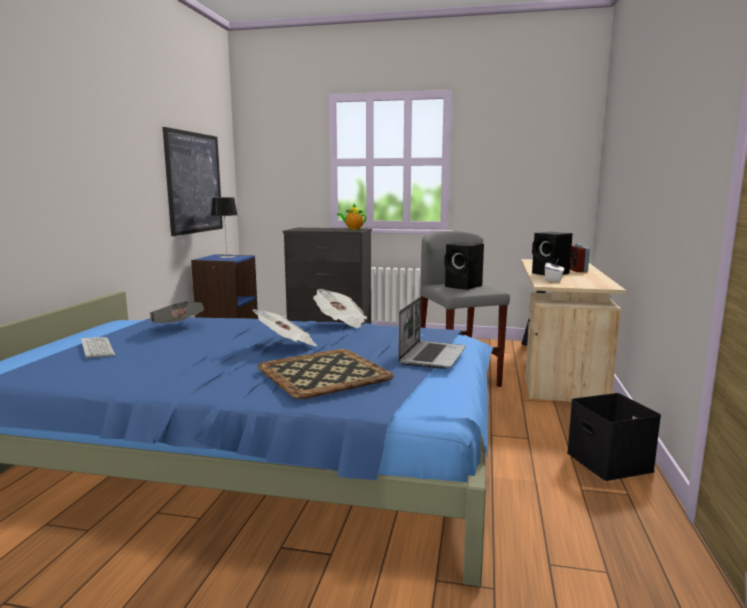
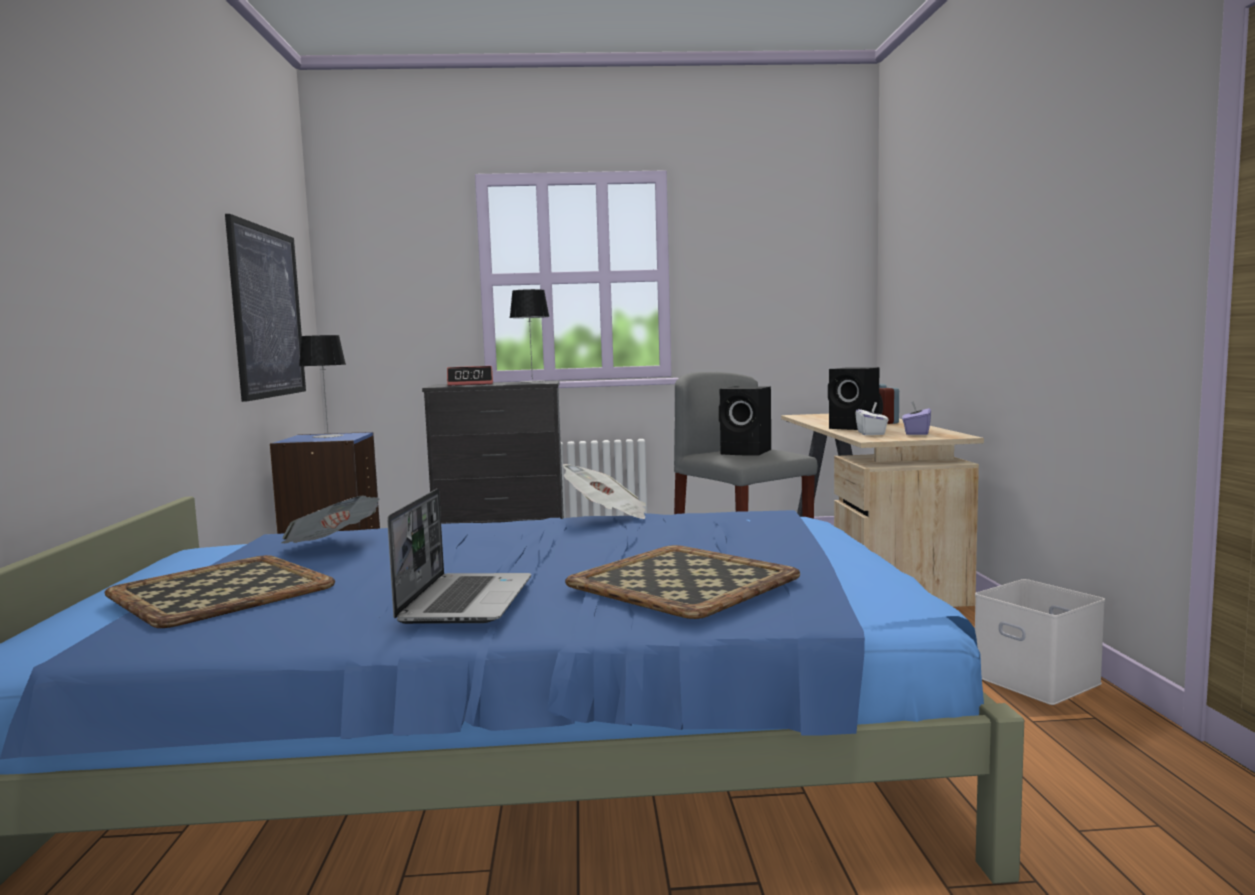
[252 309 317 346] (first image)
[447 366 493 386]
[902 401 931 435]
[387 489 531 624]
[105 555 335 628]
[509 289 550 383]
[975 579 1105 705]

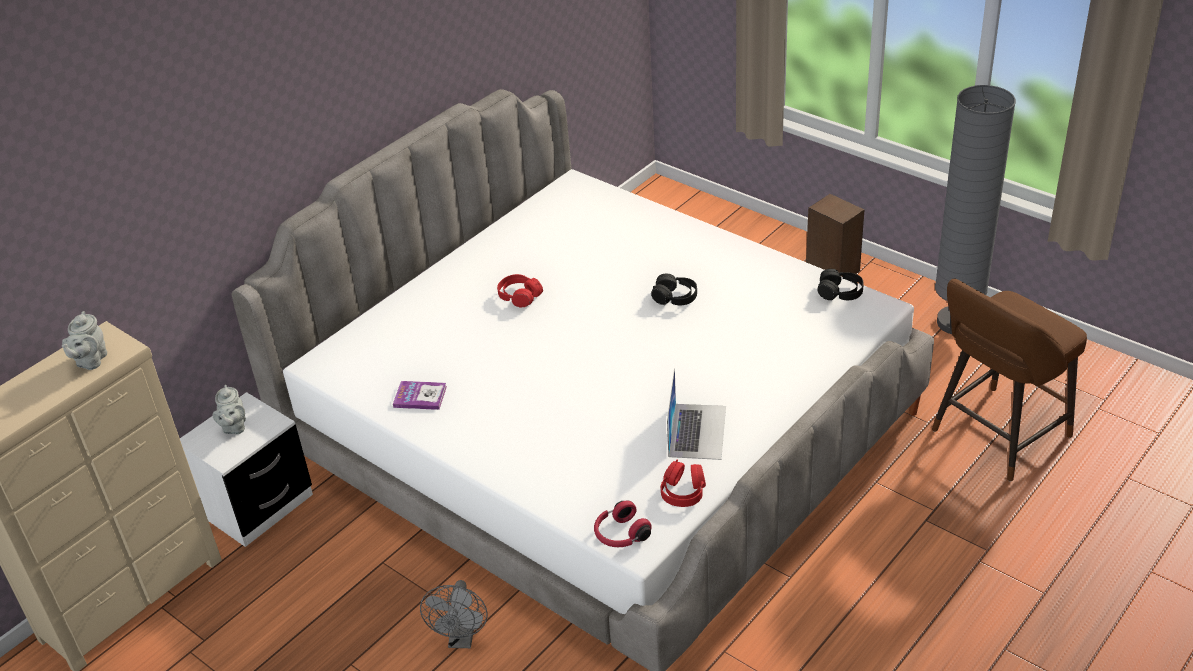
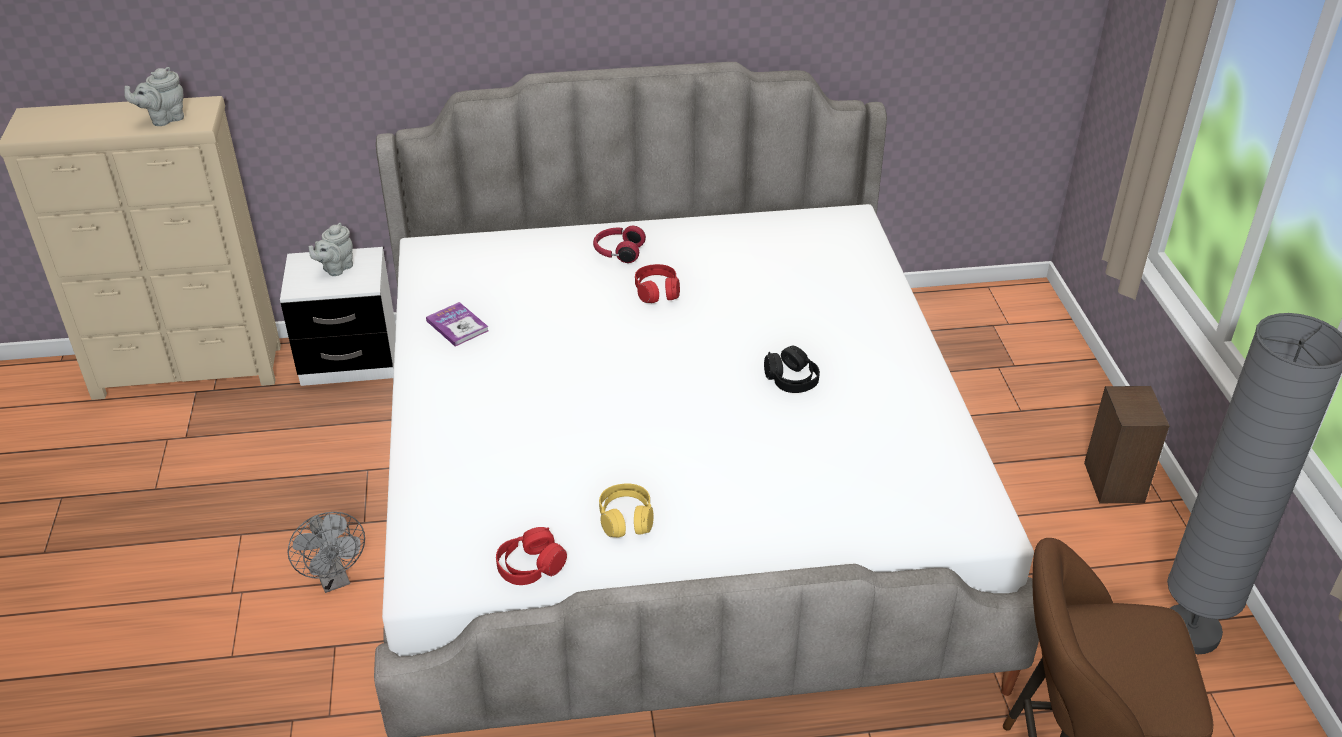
[817 269 864 301] (first image)
[593 226 646 263]
[599 484 654 537]
[287 512 365 593]

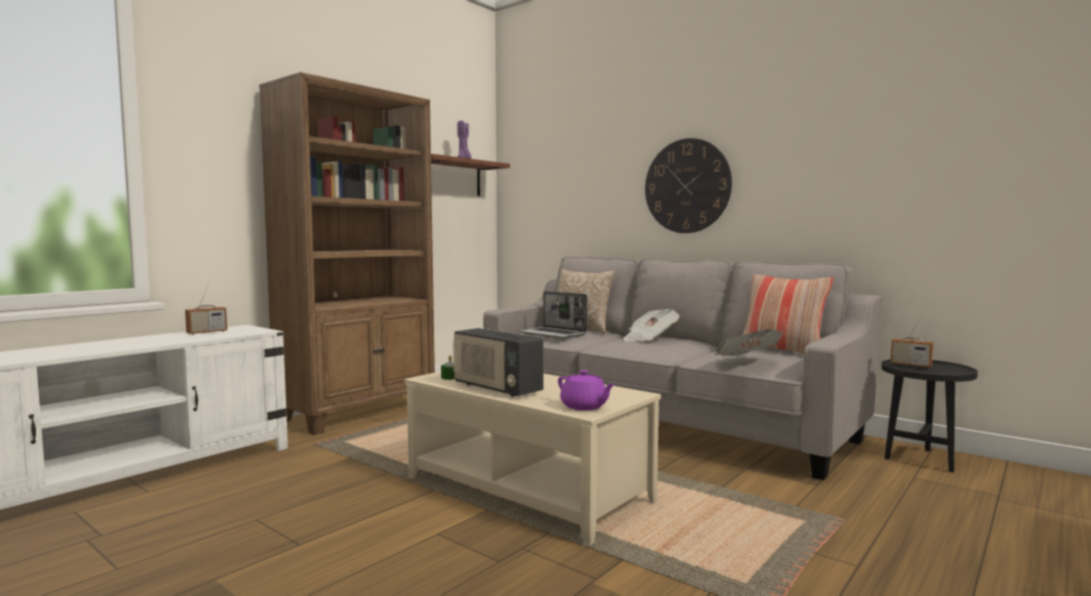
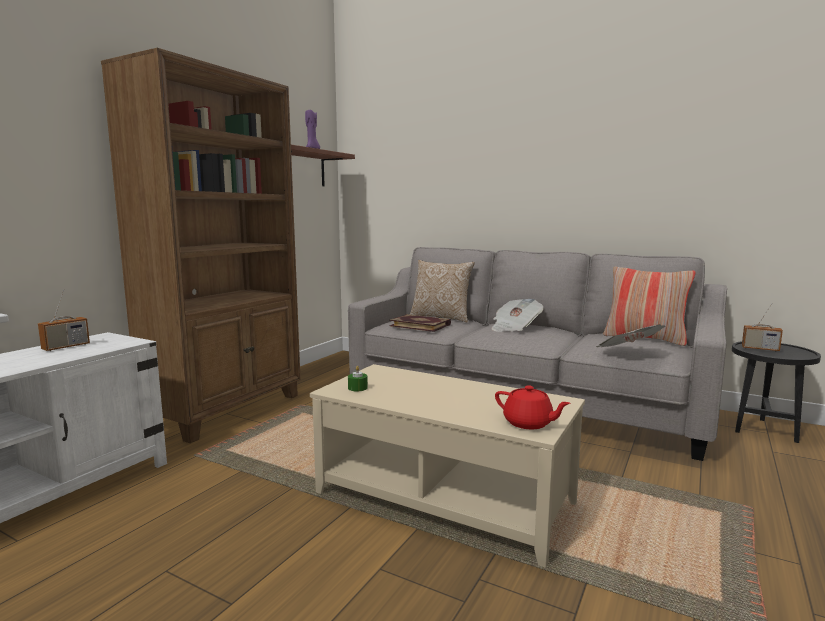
[453 328 544 397] (first image)
[645 138 732 233] (first image)
[389 314 451 332]
[495 385 570 429]

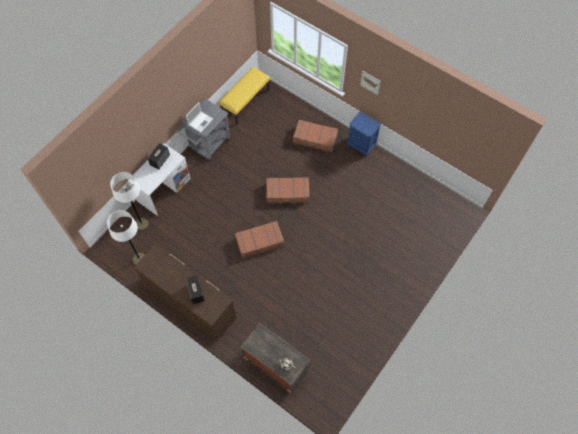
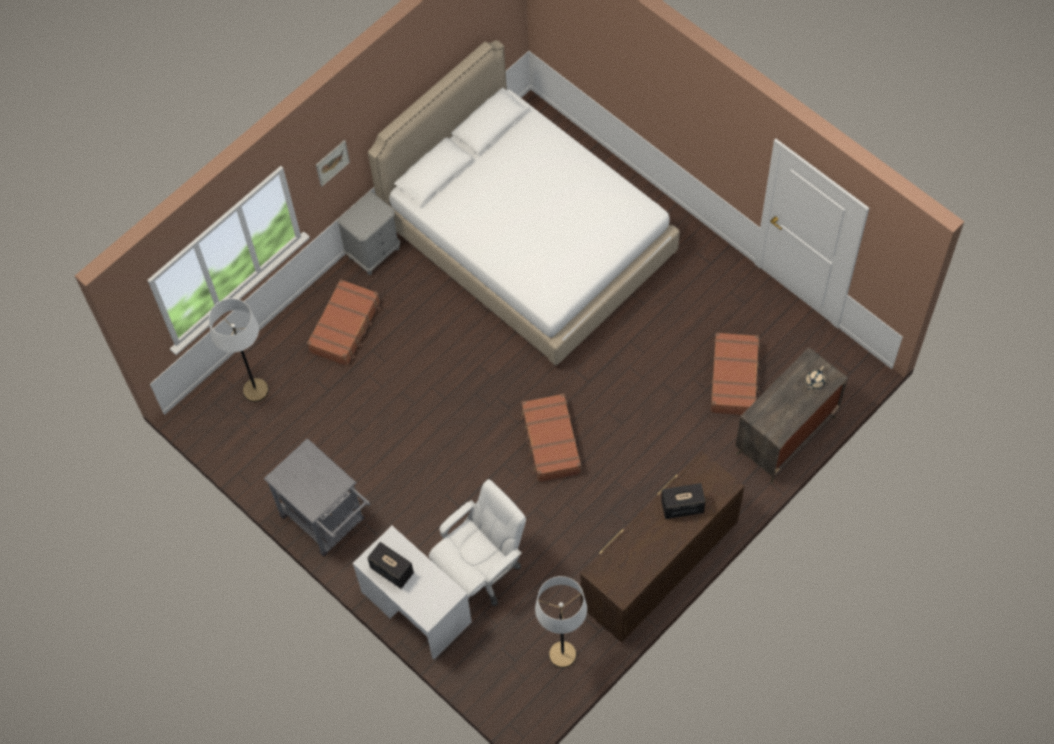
[186 102 213 133] (first image)
[219 67 270 125] (first image)
[368 40 680 368]
[429 479 526 606]
[209 298 269 402]
[710 332 761 415]
[337 191 400 275]

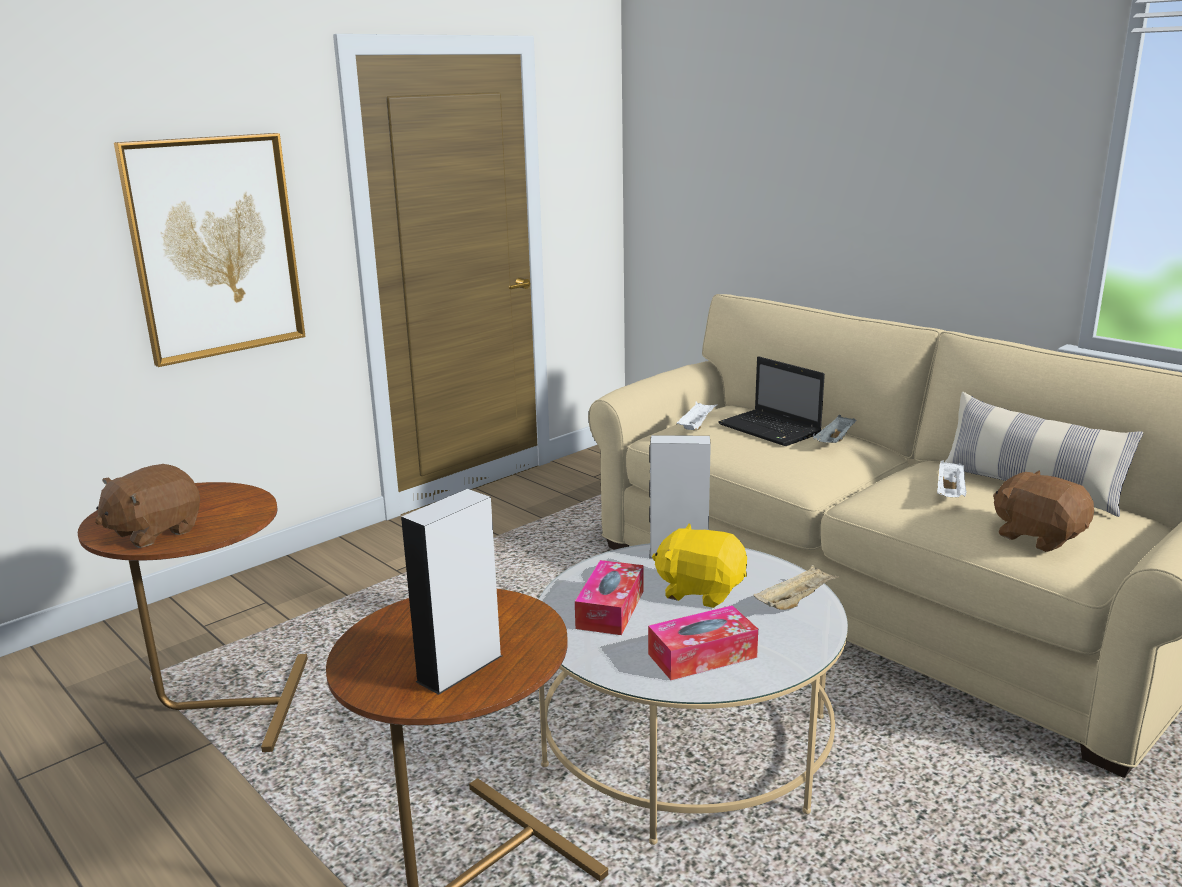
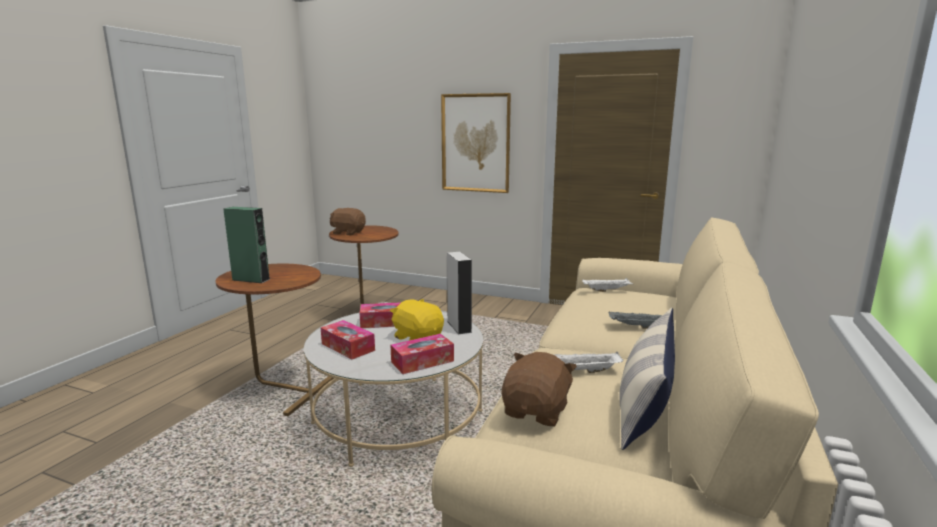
[718 357 825 446] (first image)
[390 334 454 374]
[223 207 270 283]
[390 299 444 340]

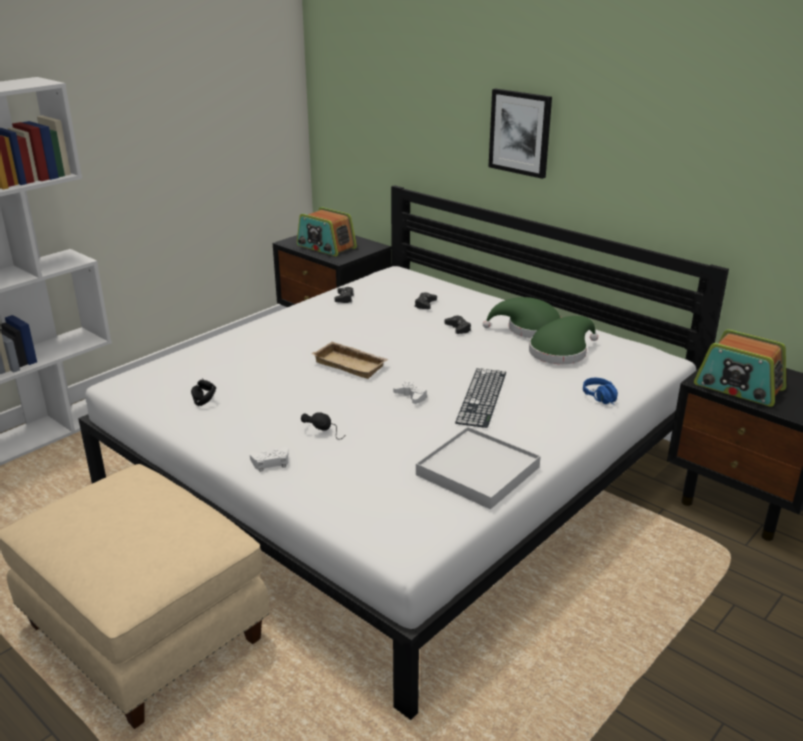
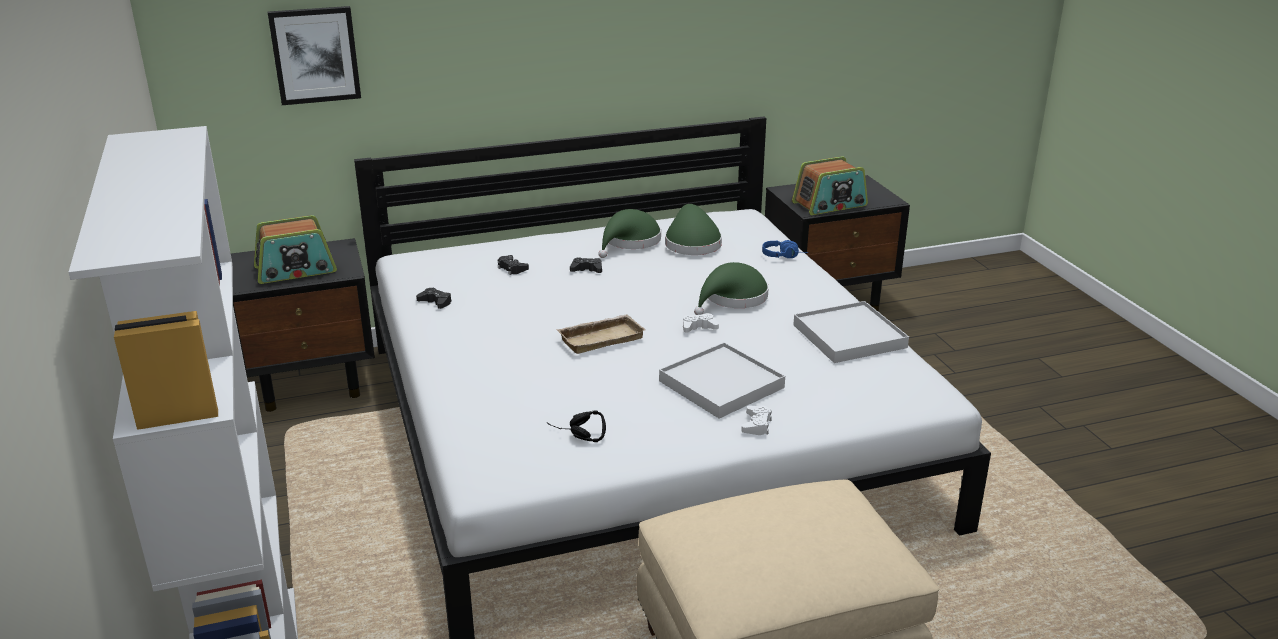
[268 6 361 105]
[659 342 785 419]
[694 262 769 315]

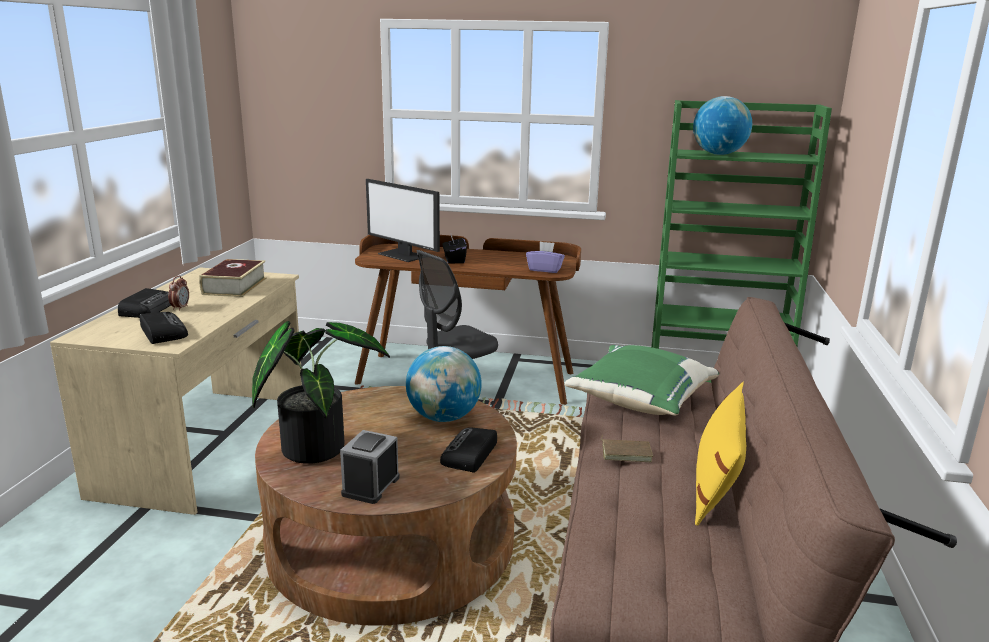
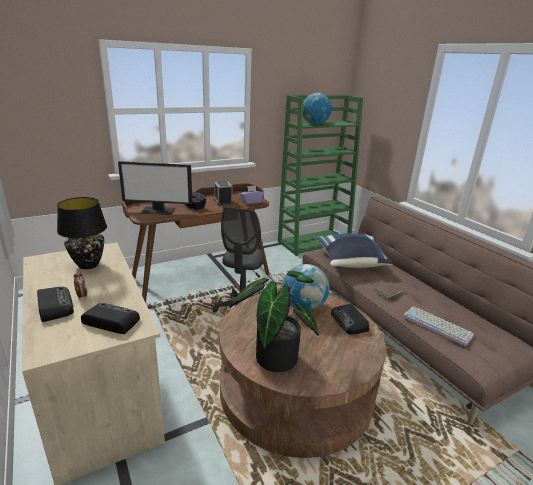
[695 381 746 526] (first image)
[403 306 474 346]
[214 181 233 206]
[57 197 107 269]
[315 233 393 268]

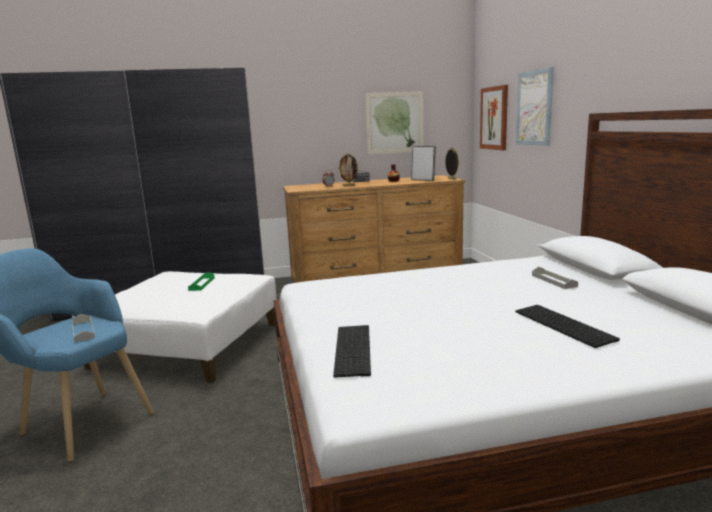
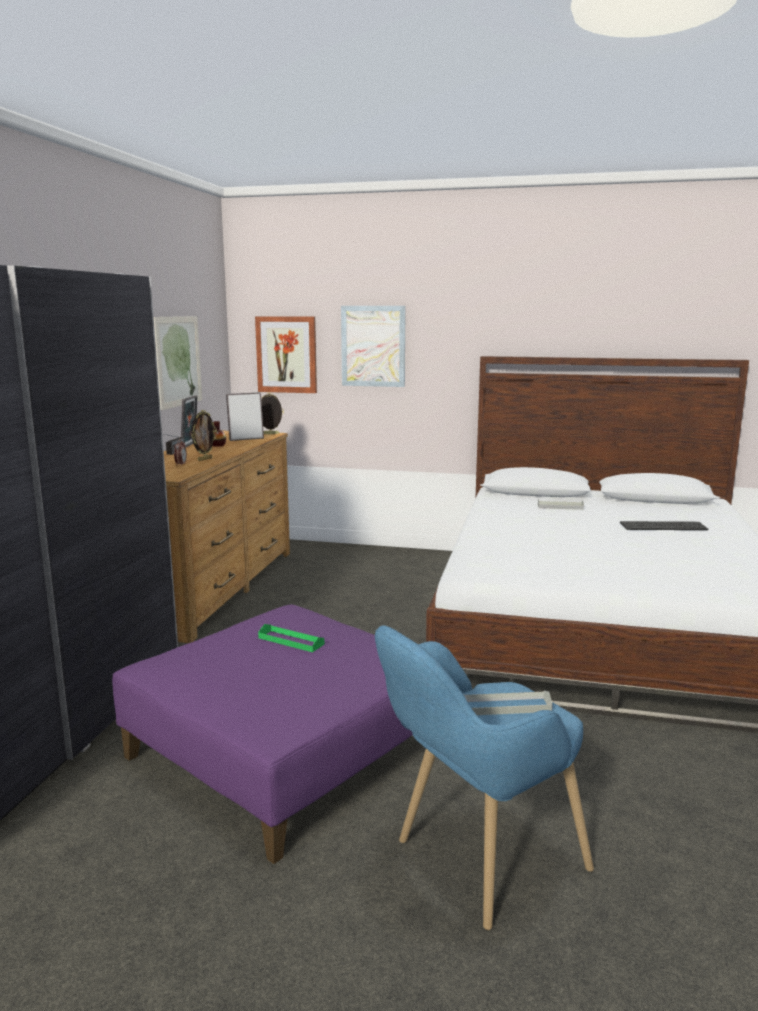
[333 325 371 378] (first image)
[181 395 197 447]
[112 604 413 864]

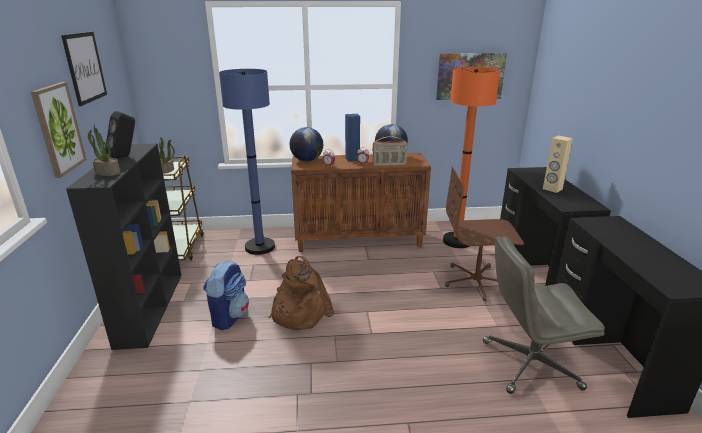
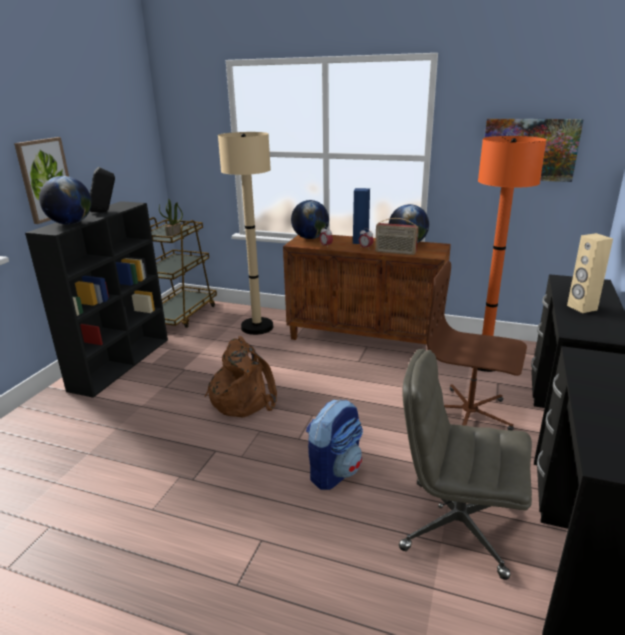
[61 32 107 106] (first image)
[306 399 363 490]
[39 176 91 225]
[218 132 273 335]

